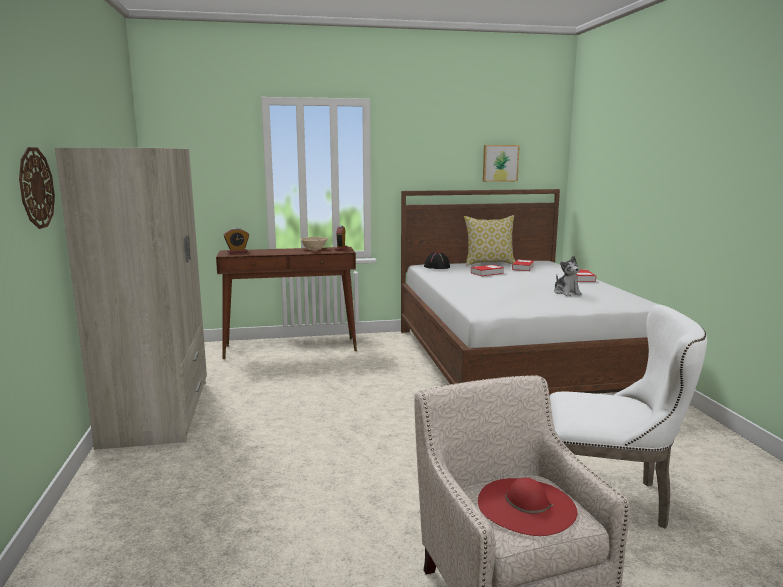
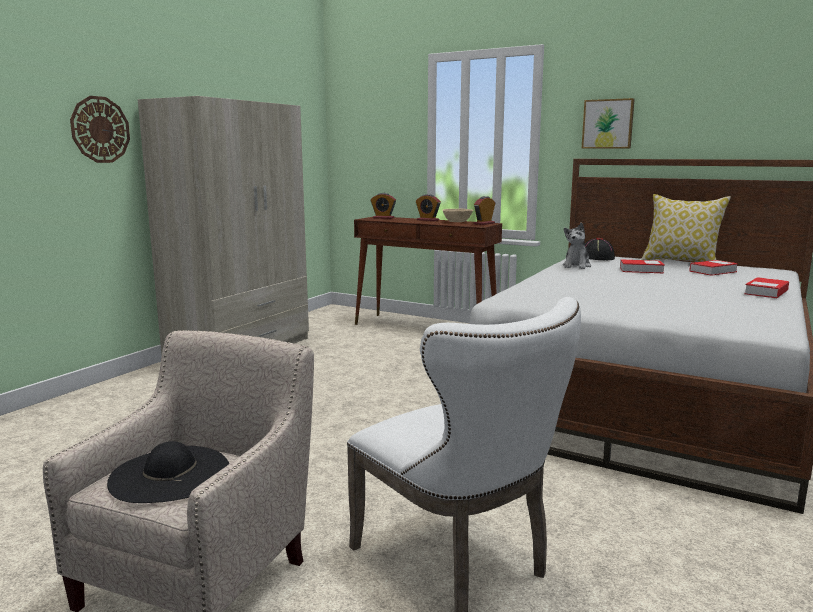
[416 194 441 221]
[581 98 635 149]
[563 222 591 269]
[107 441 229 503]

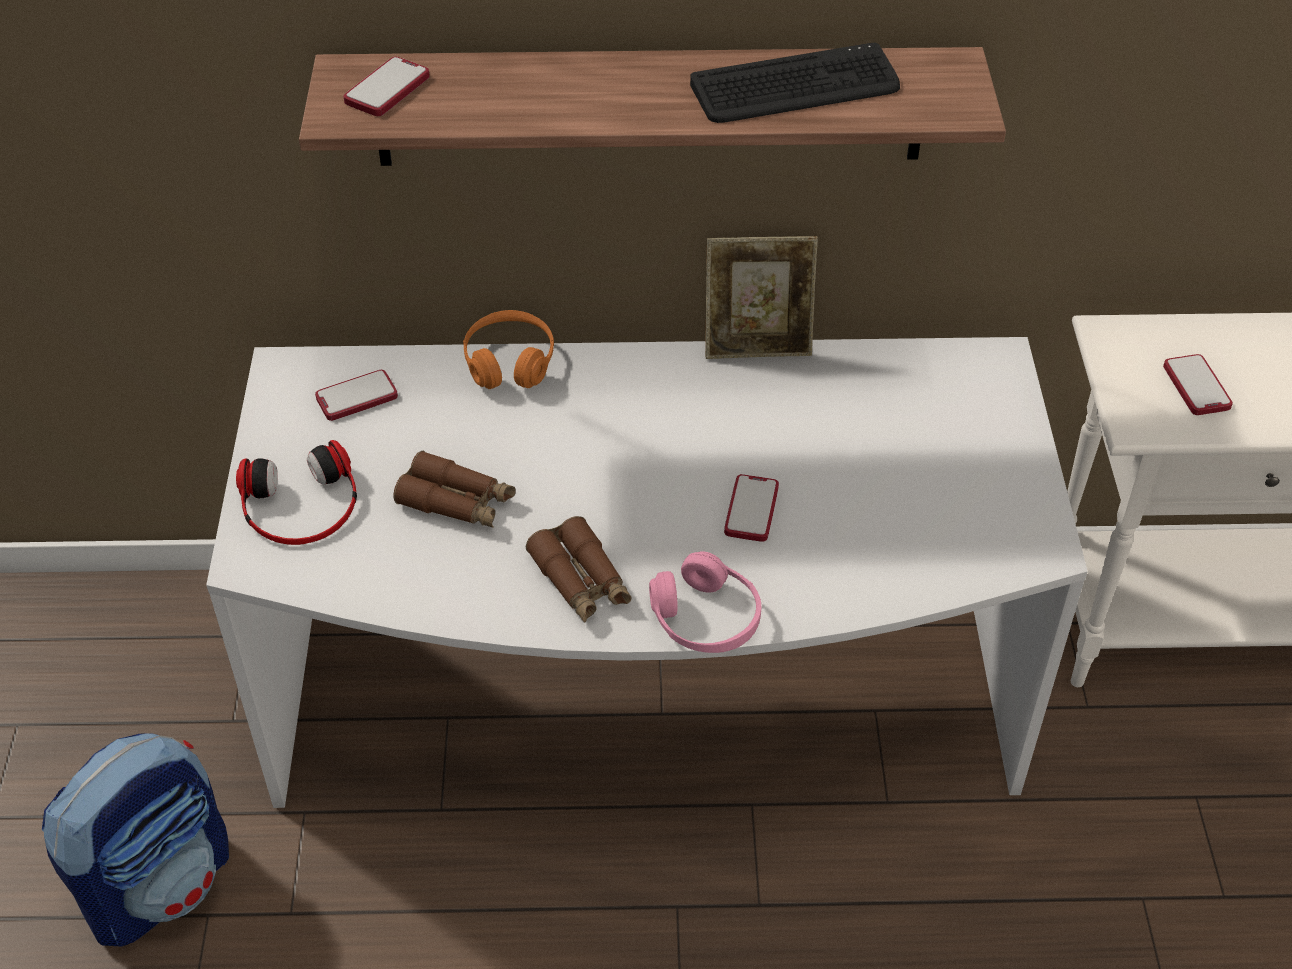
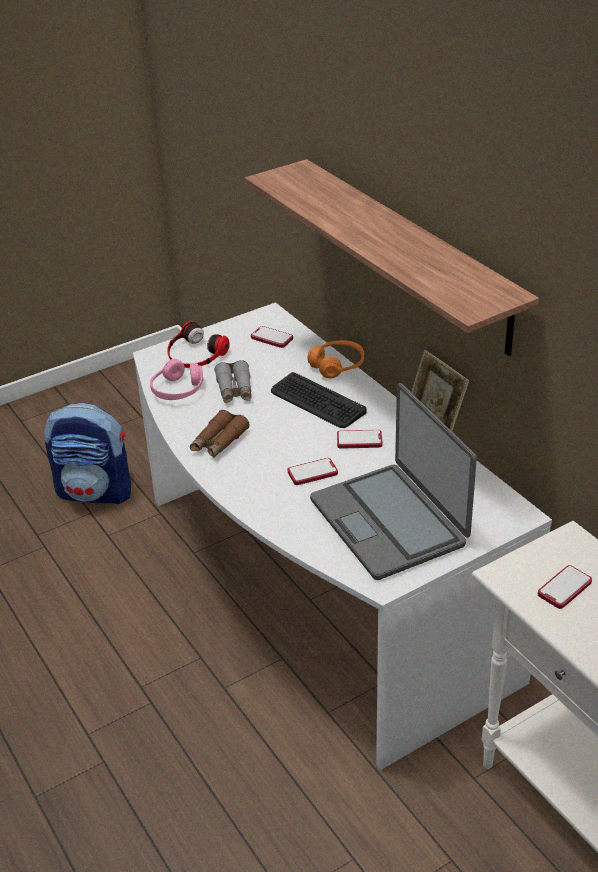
[310 383 477 580]
[337 430 382 448]
[150 359 203 400]
[271 372 367 428]
[214 360 251 403]

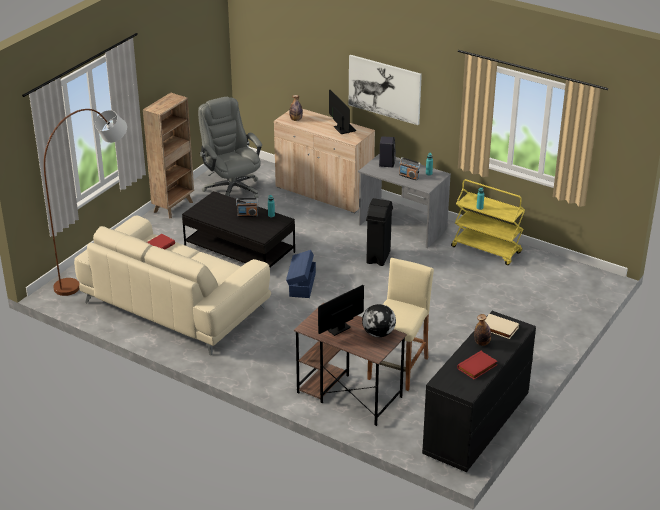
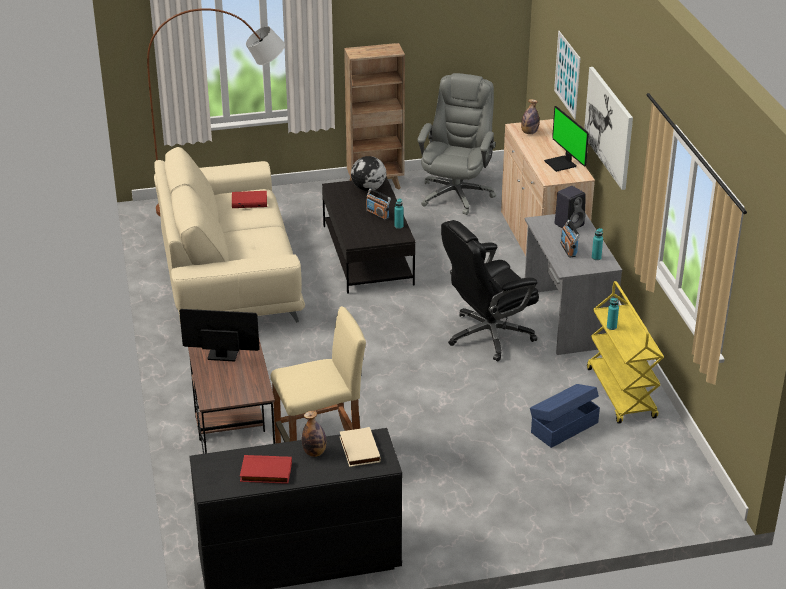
[554 31 580 119]
[530 384 600 448]
[351 156 386 191]
[441 220 539 362]
[544 106 589 172]

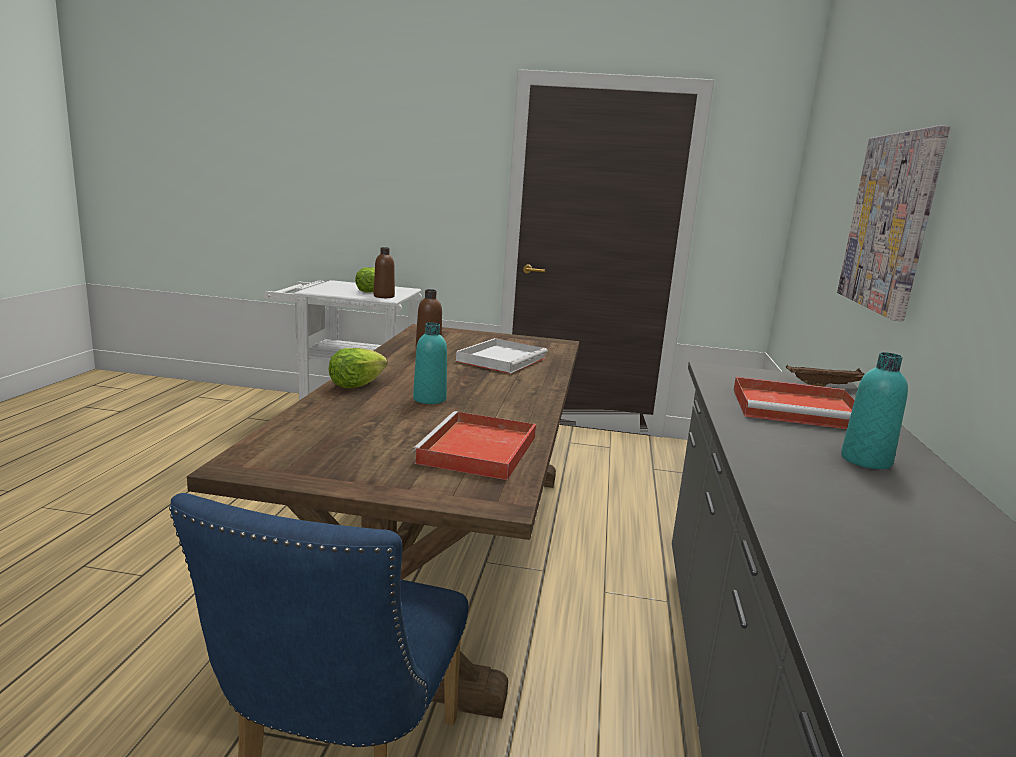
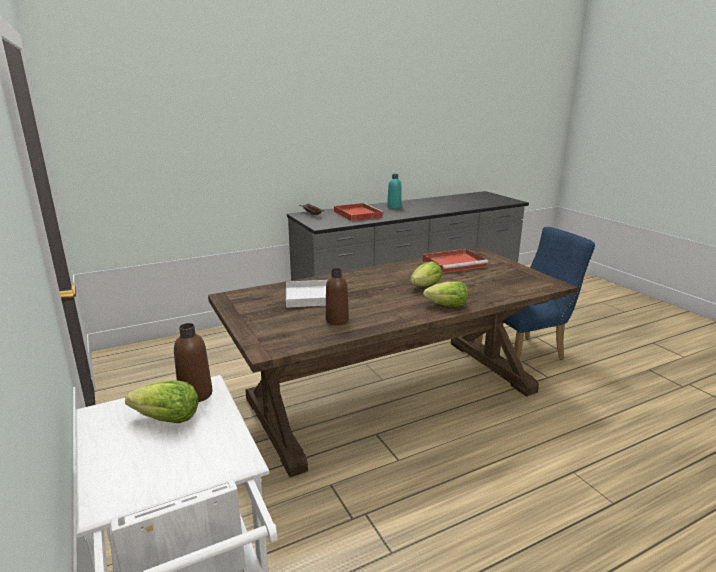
[837 125 950 322] (first image)
[410 261 442 286]

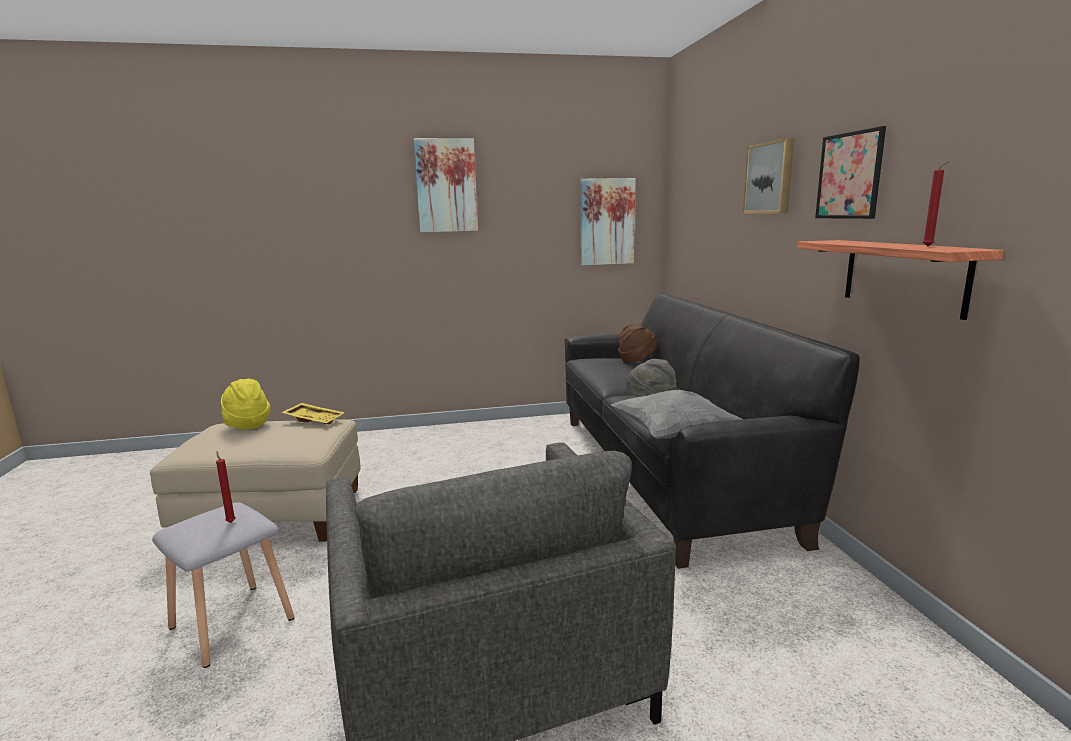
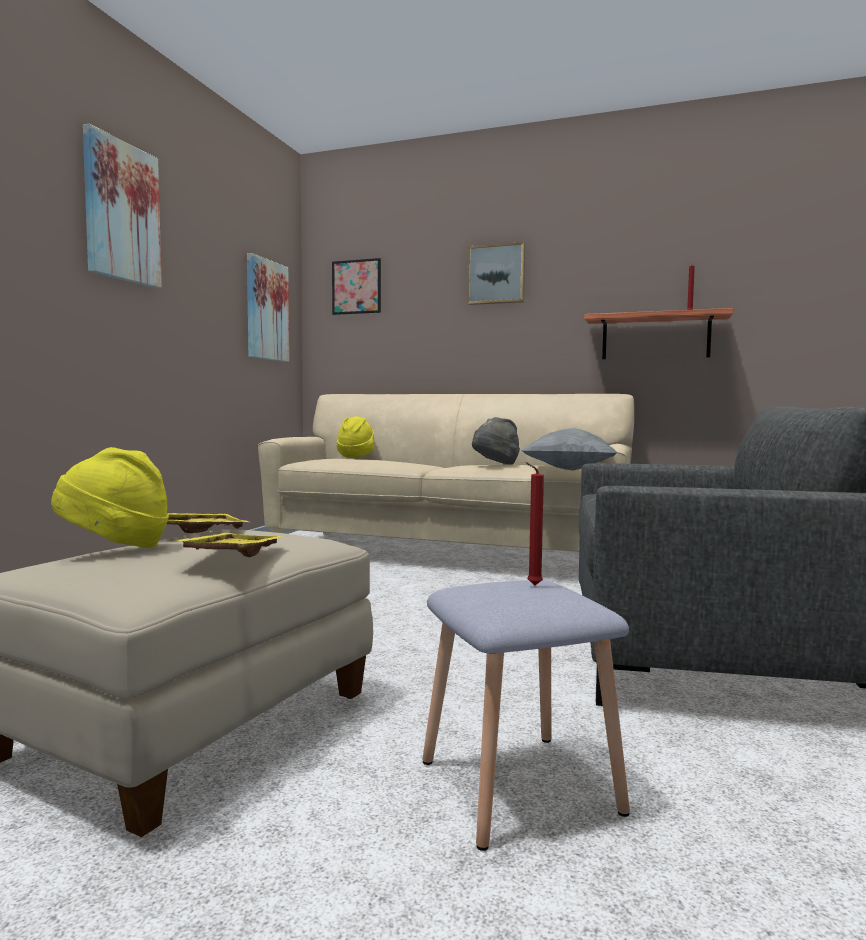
[175 533 286 557]
[332 258 381 315]
[258 394 634 552]
[336 416 375 458]

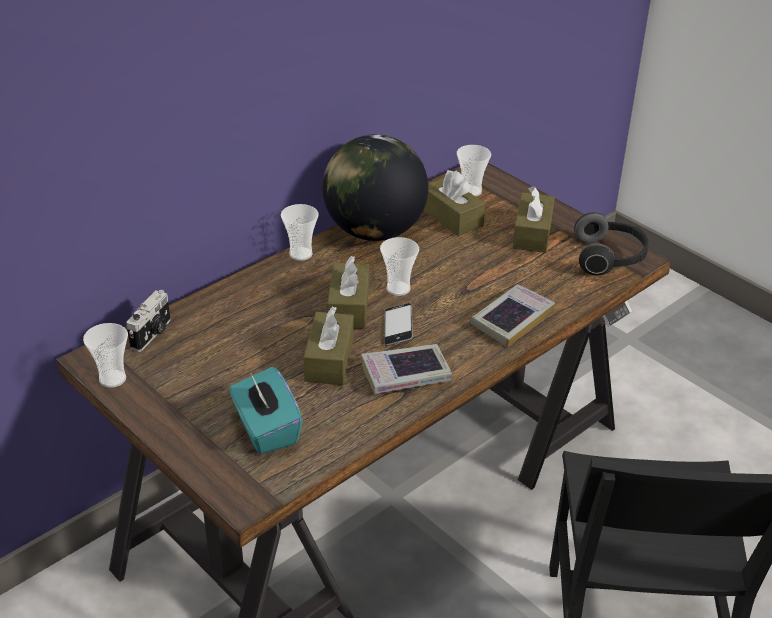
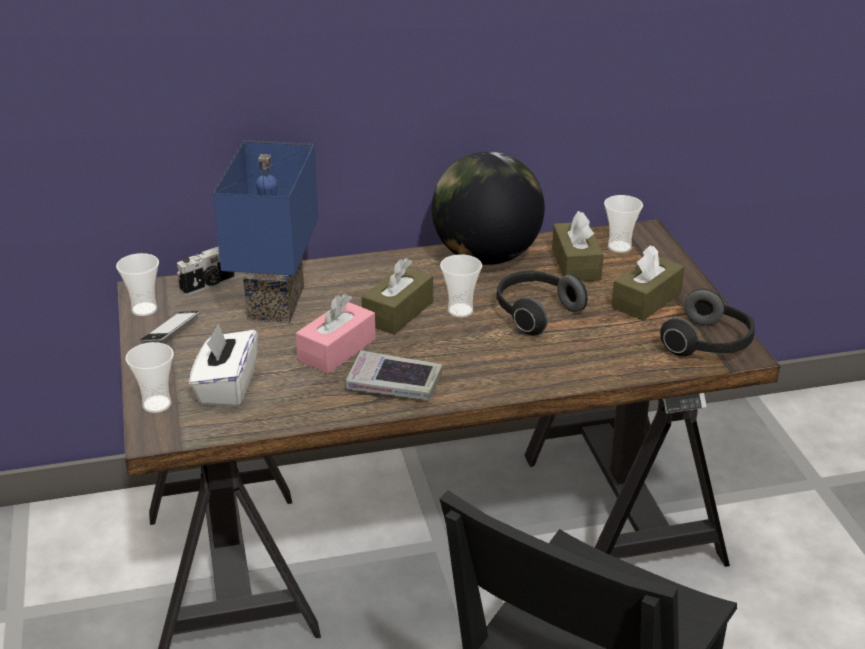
[471 284 555 347] (first image)
[213 140 318 323]
[496 270 588 335]
[126 342 174 413]
[141 311 199 342]
[189 323 258 407]
[295 294 376 374]

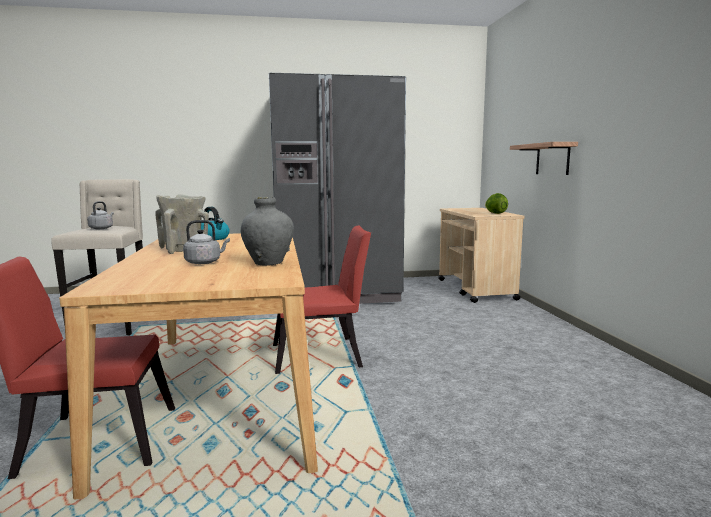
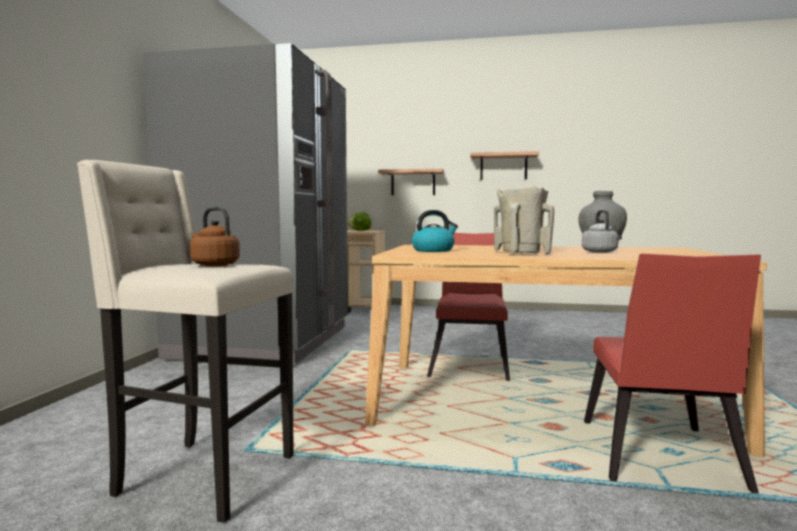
[471 151 539 180]
[190 207 240 266]

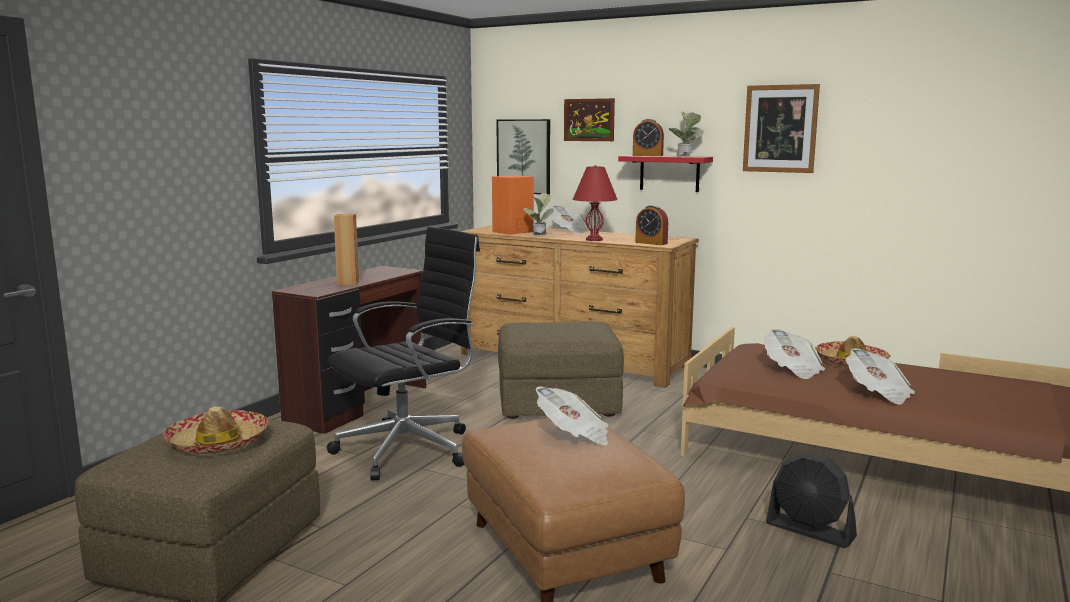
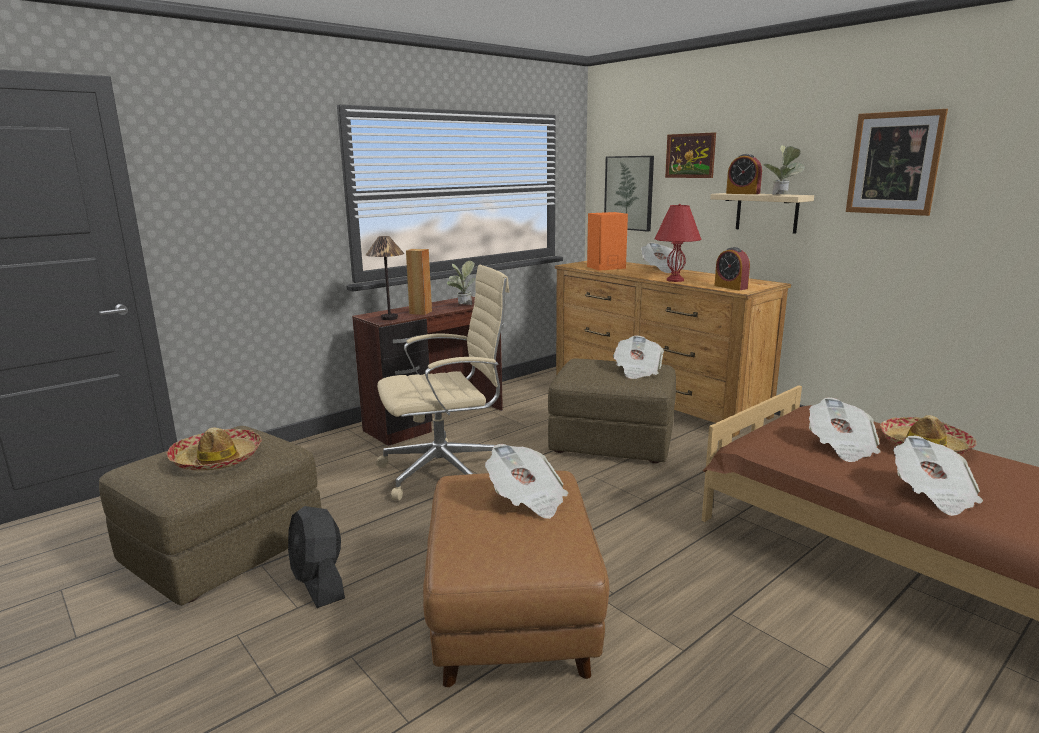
[366 236 404 320]
[613 336 664 379]
[447 261 475 305]
[288 506 345 608]
[376 265 510 501]
[710 193 814 234]

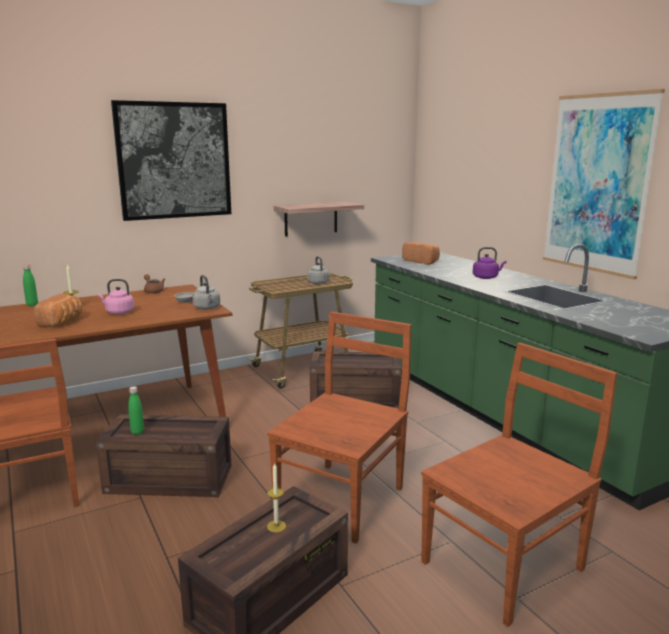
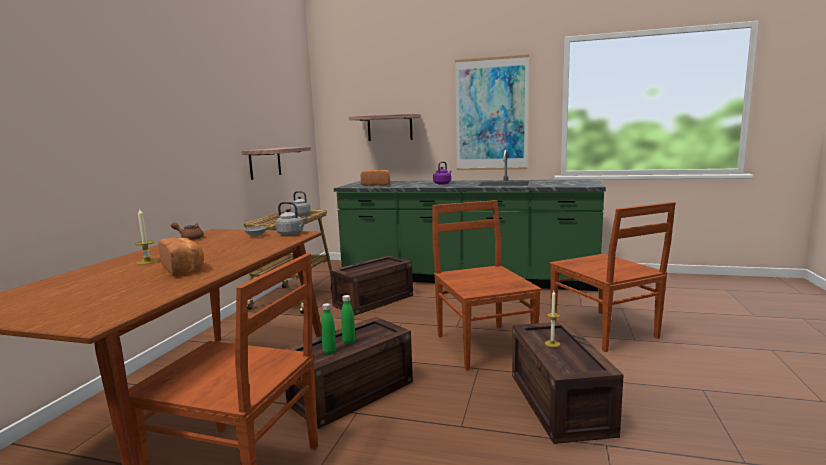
[98 279 134 314] (first image)
[111 100 231 221] (first image)
[349 114 421 141]
[341 295 355 344]
[549 202 676 352]

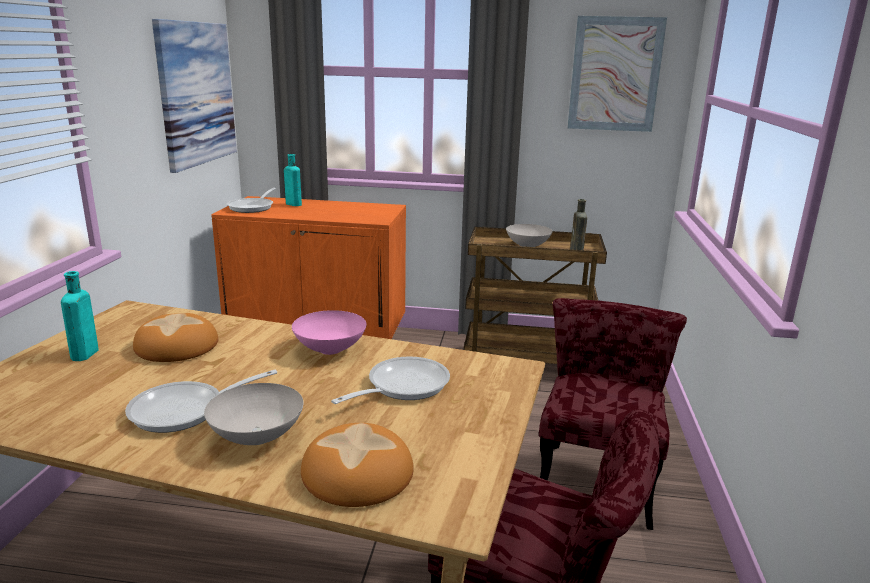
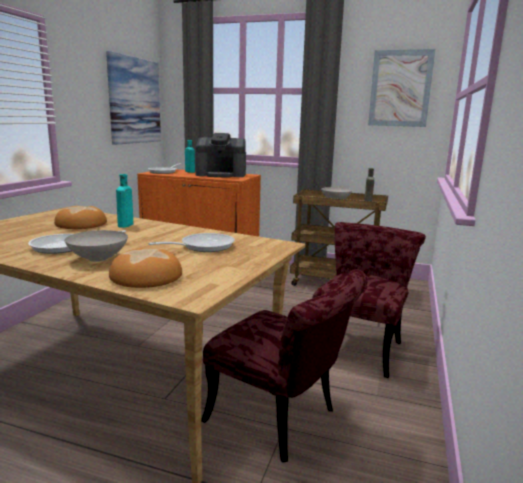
[292 310 367 355] (first image)
[195 133 246 178]
[116 174 133 228]

